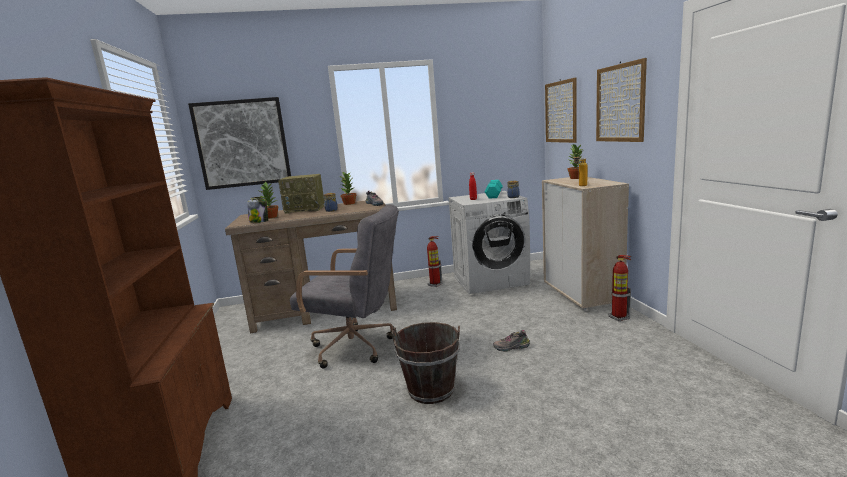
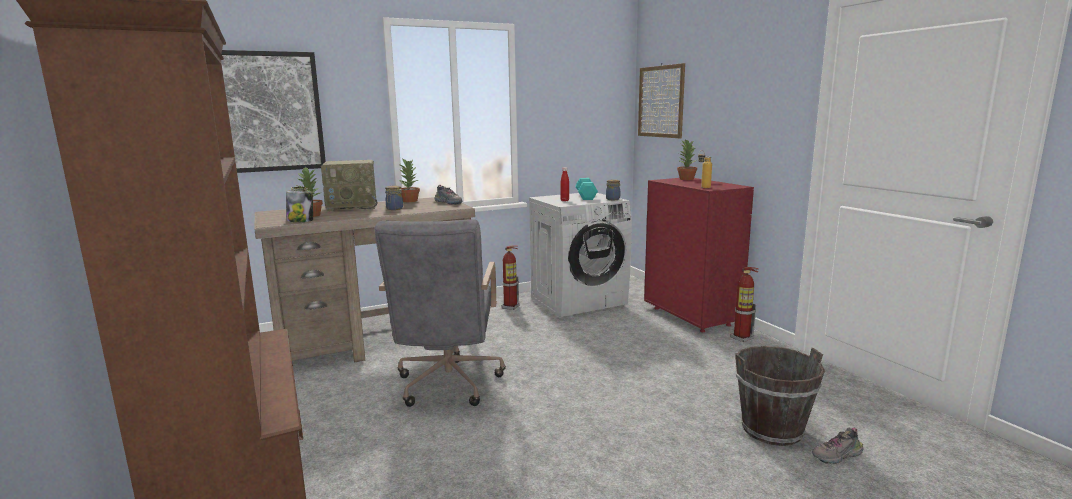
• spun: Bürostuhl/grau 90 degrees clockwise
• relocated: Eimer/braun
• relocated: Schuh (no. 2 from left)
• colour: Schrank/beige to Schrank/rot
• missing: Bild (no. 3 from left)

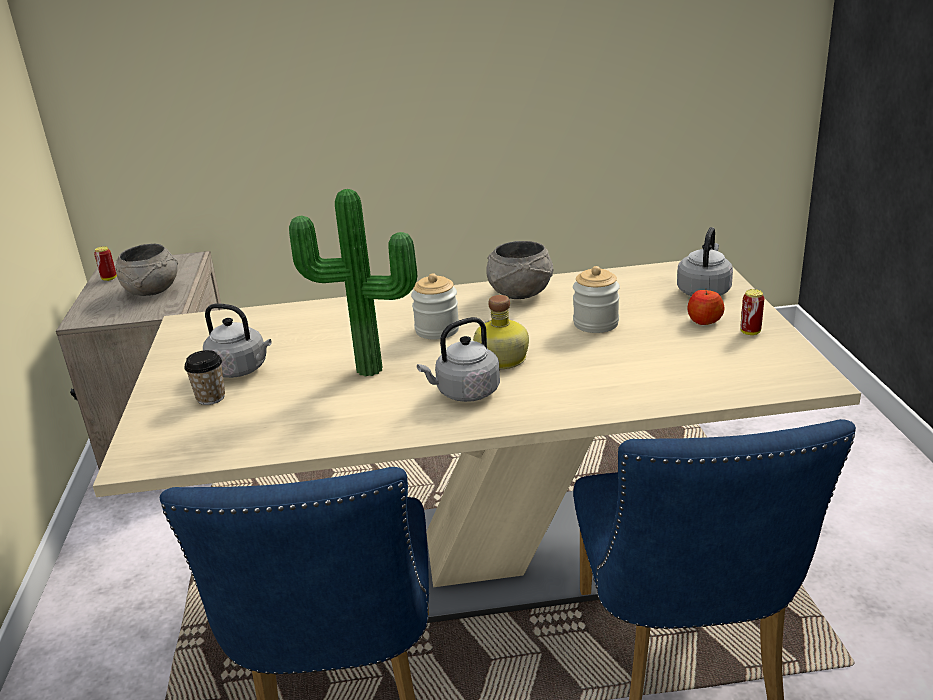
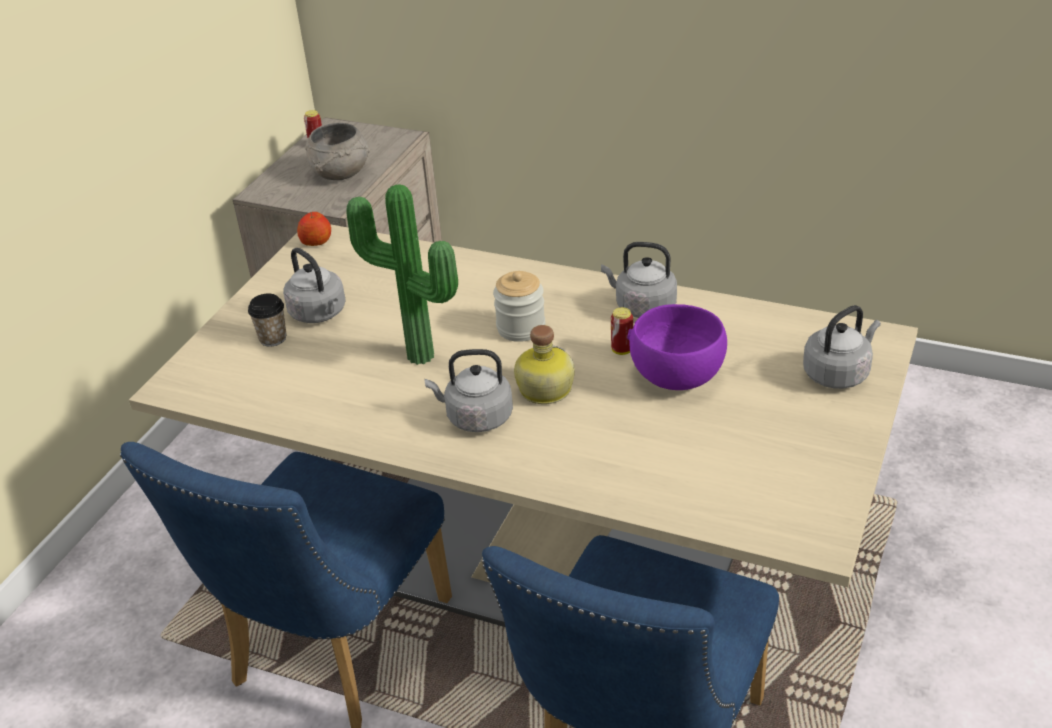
• exchanged: Schüssel/grau (no. 2 from left) to Wasserkessel/grau (no. 3 from left)
• exchanged: Vorratsglas (no. 2 from left) to Schüssel/lila
• relocated: Apfel
• relocated: Dose (no. 2 from left)

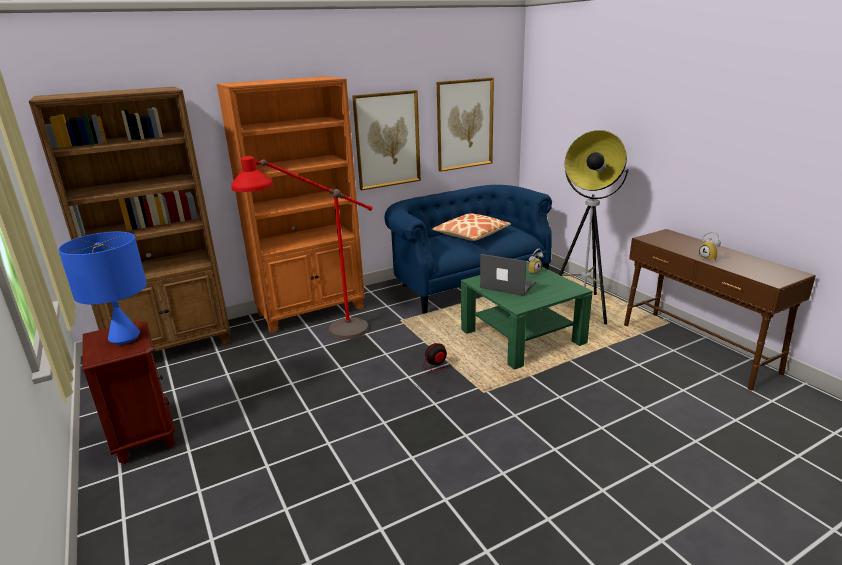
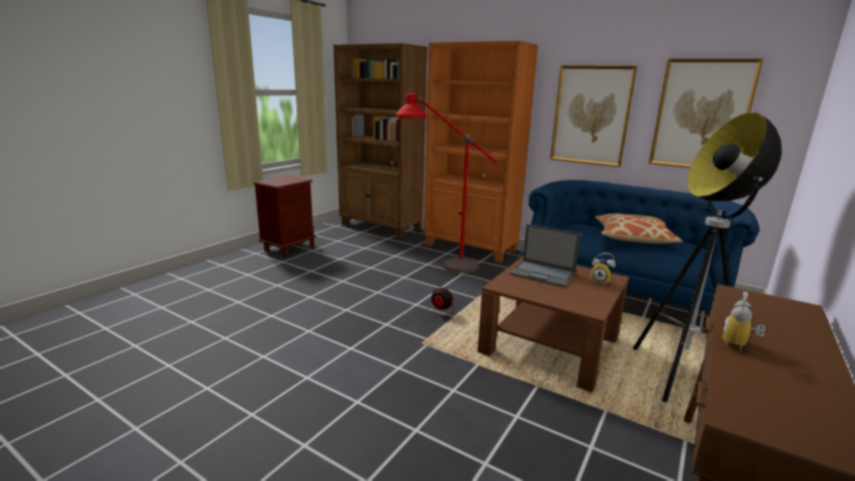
• missing: Tischlampe/blau
• colour: Couchtisch/grün to Couchtisch/braun
• spun: Laptop 120 degrees clockwise

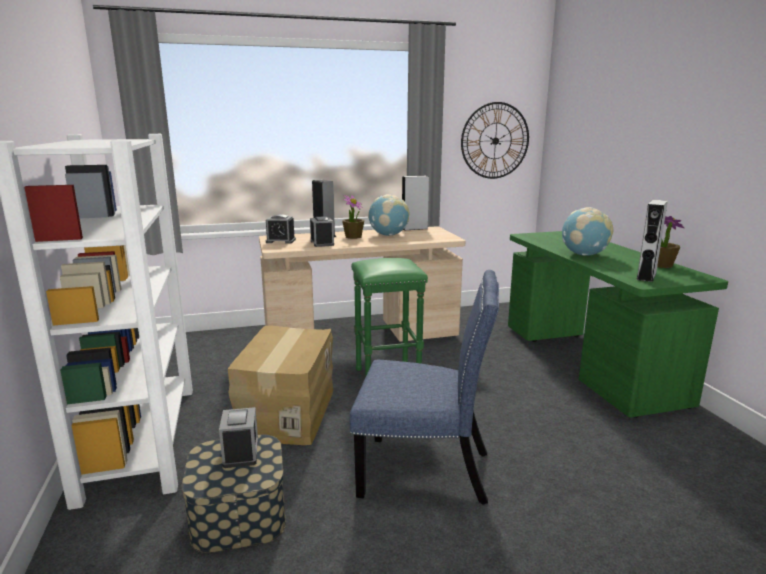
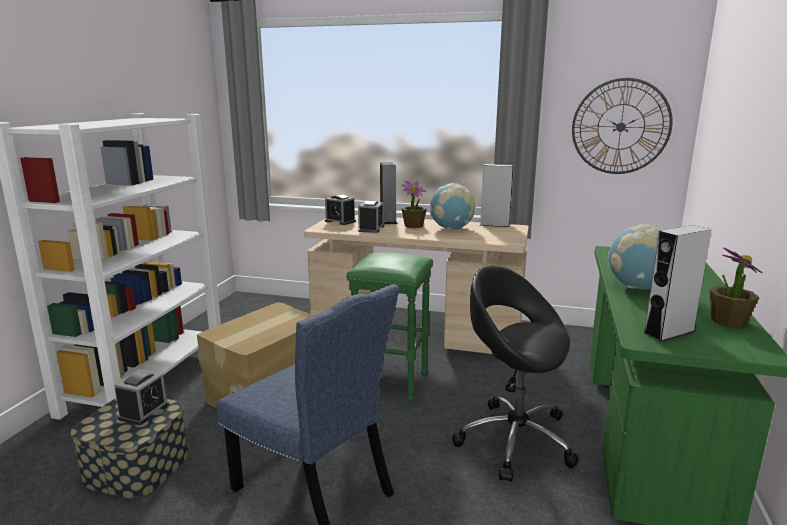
• appeared: Bürostuhl/schwarz

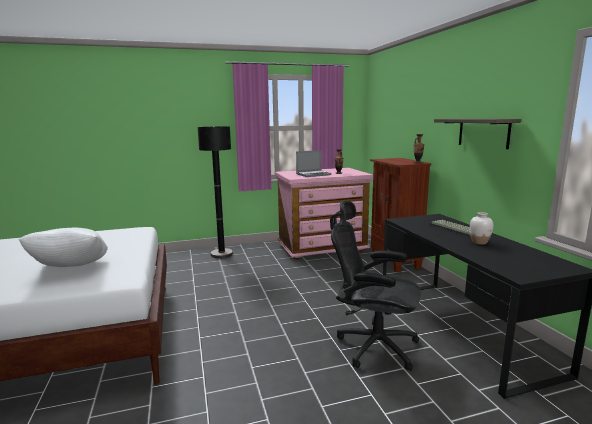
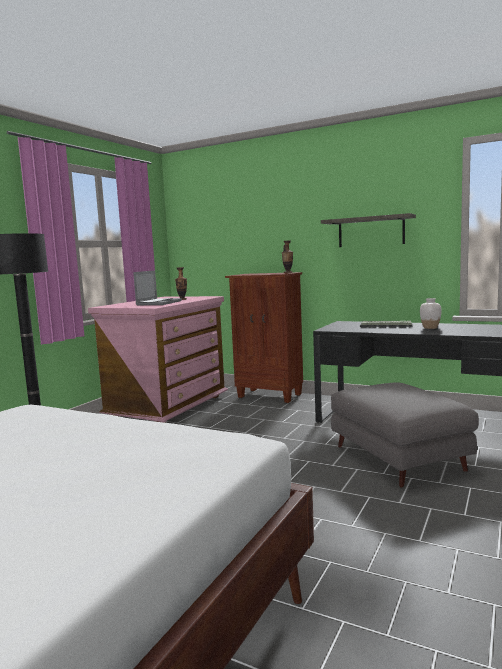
• missing: Kissen/weiß
• exchanged: Bürostuhl to Polsterhocker/grau

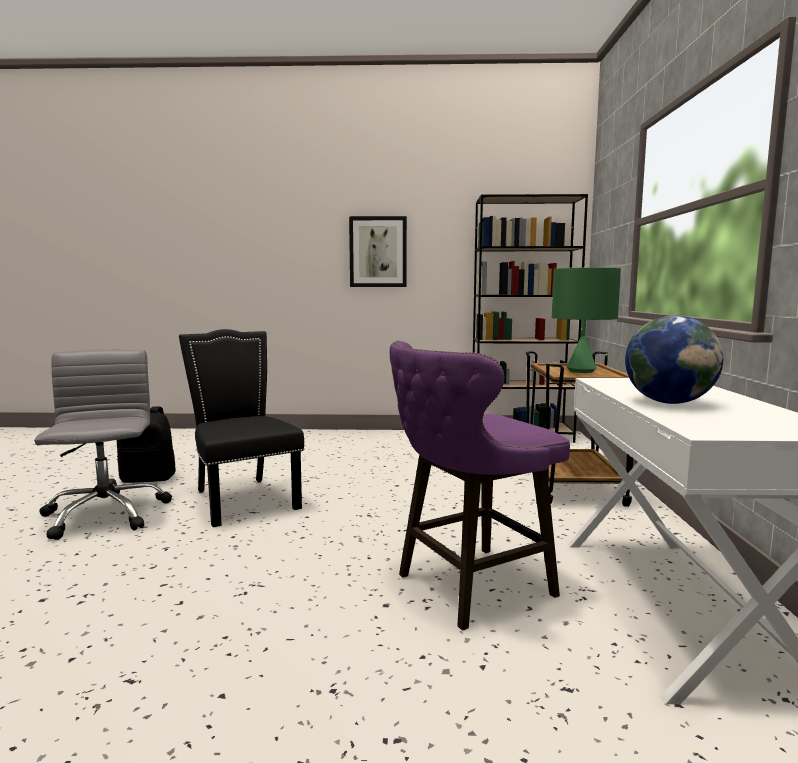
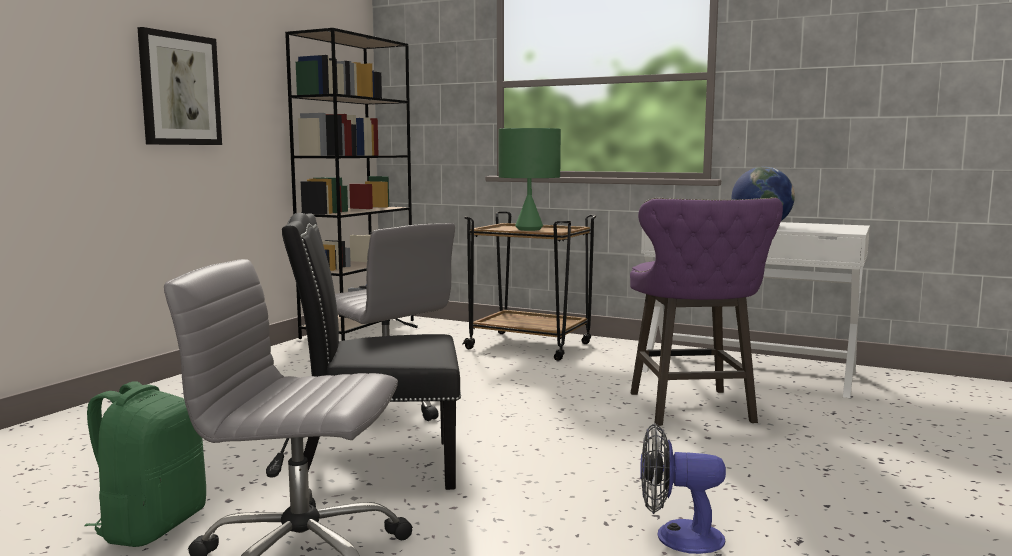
• colour: Rucksack/schwarz to Rucksack/grün
• appeared: Bürostuhl/grau (no. 2 from left)
• appeared: Ventilator

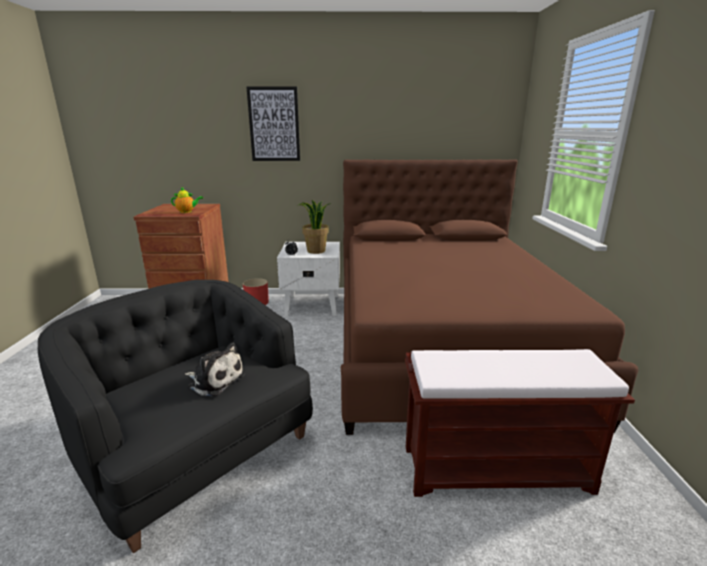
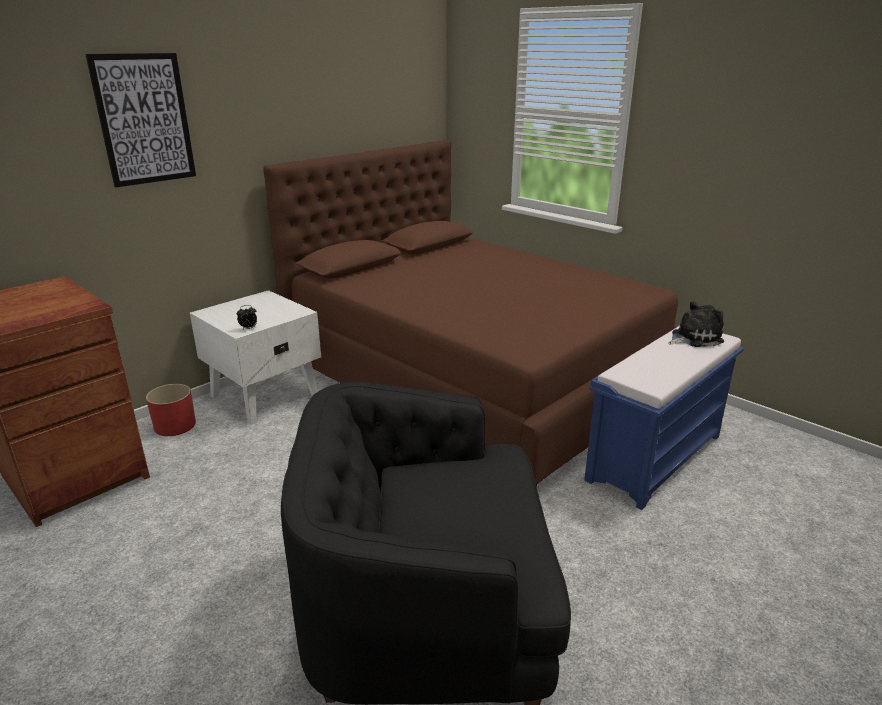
• missing: Teekanne
• relocated: Plüschtier
• missing: Topfpflanze
• colour: Bank/braun to Bank/blau

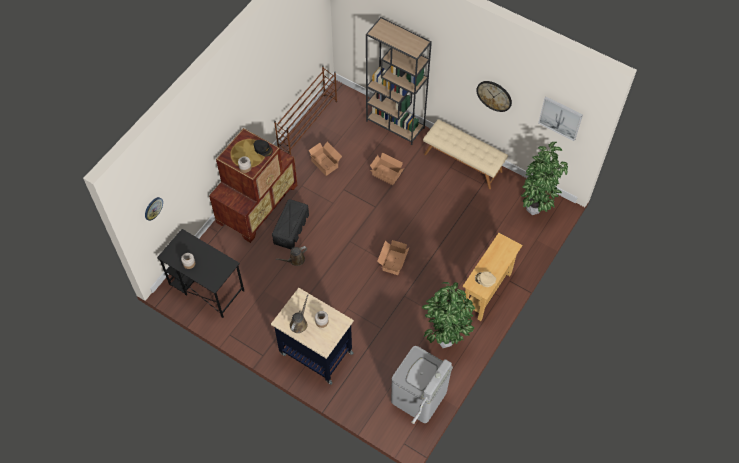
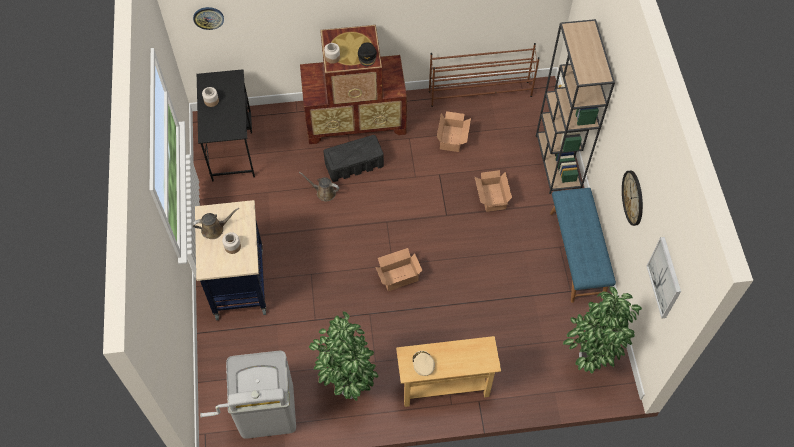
• colour: Bank/beige to Bank/blau

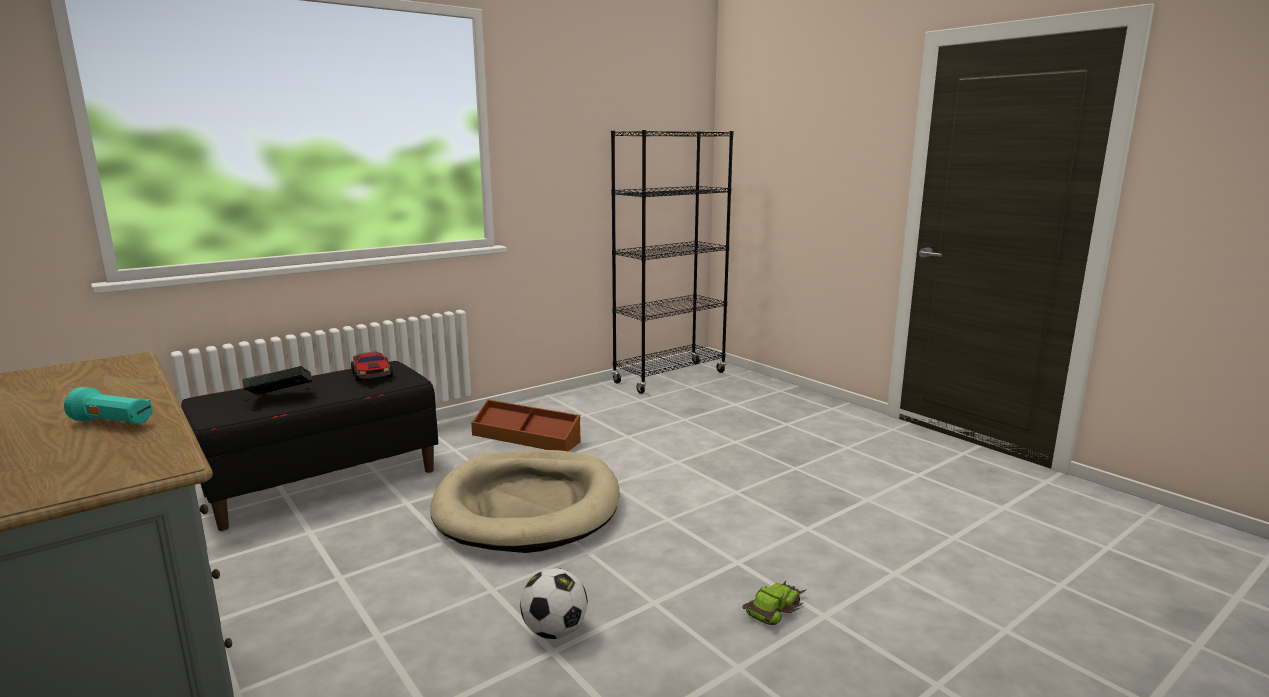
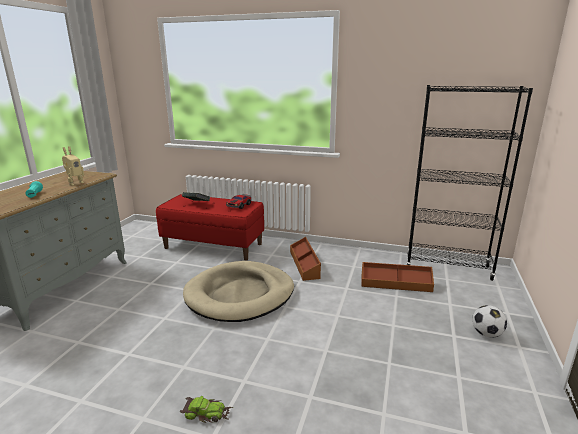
• colour: Bank/schwarz to Bank/rot
• relocated: Fußball
• appeared: Spielzeugroboter
• appeared: Aufbewahrungsbox/braun (no. 2 from left)

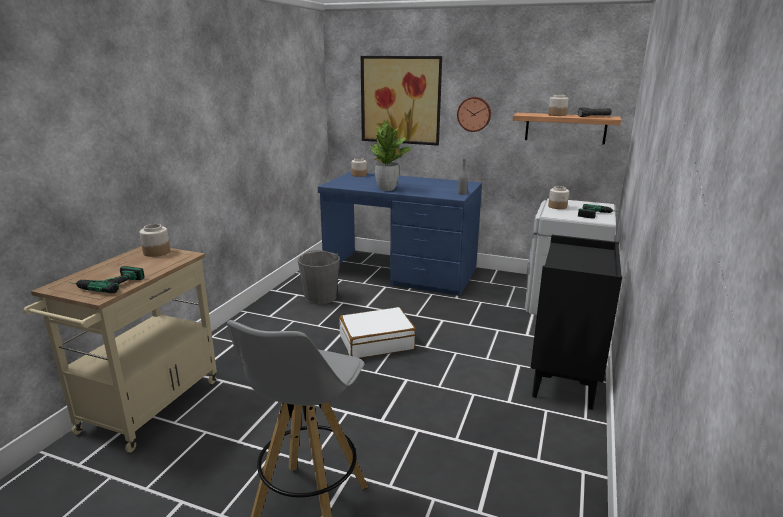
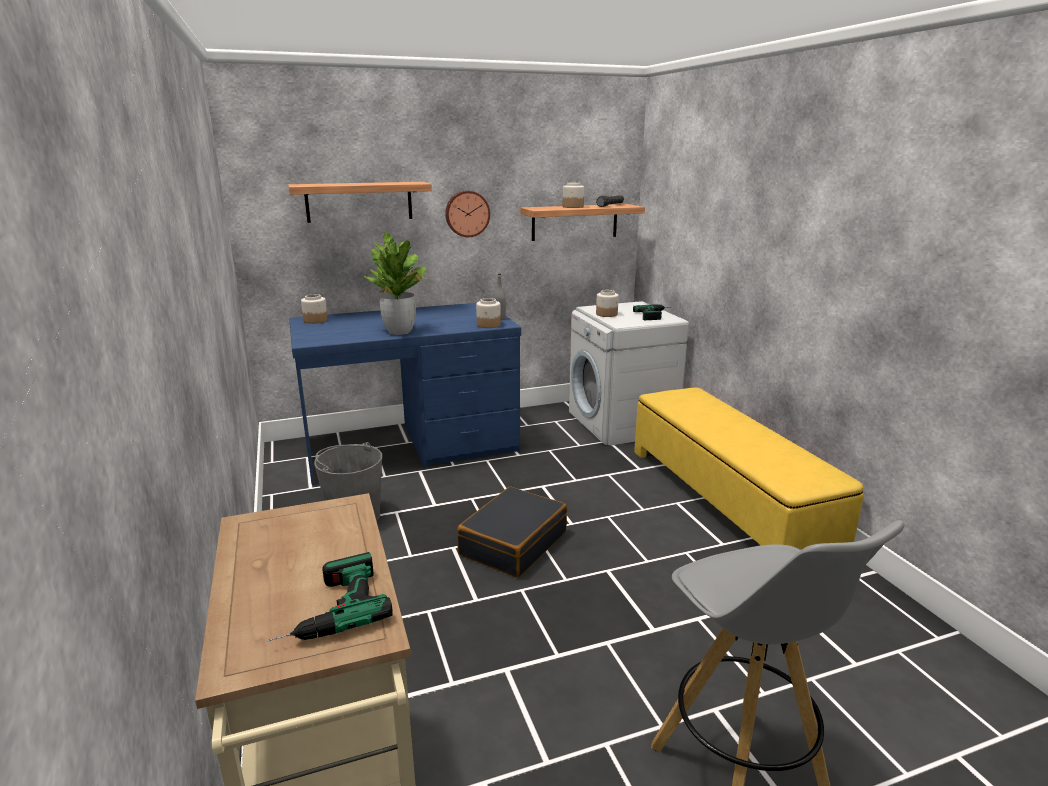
• relocated: Vorratsglas (no. 1 from left in the first image) to Vorratsglas (no. 2 from left)
• colour: Koffer/weiß to Koffer/schwarz
• exchanged: Bild to Wandregal (no. 1 from left)
• exchanged: Schrank/schwarz to Bank/gelb

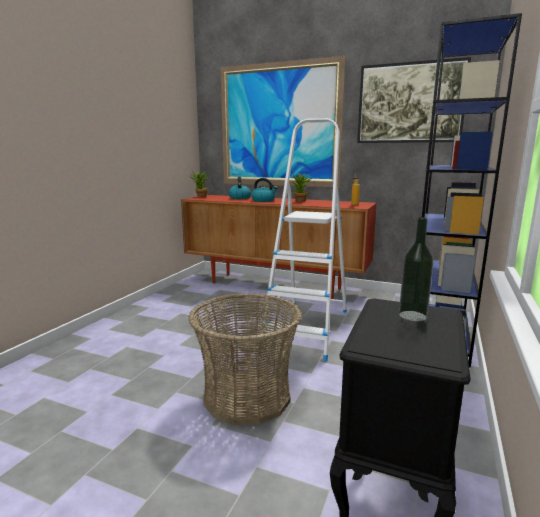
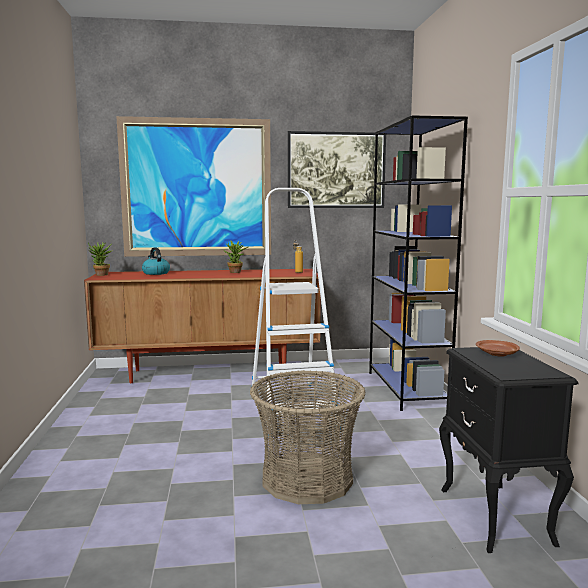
• missing: Wasserkessel (no. 2 from left)
• exchanged: Flasche (no. 2 from left) to Teller/braun

